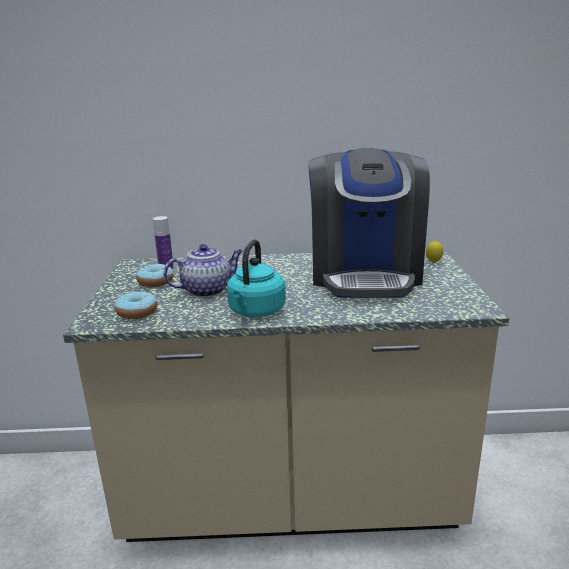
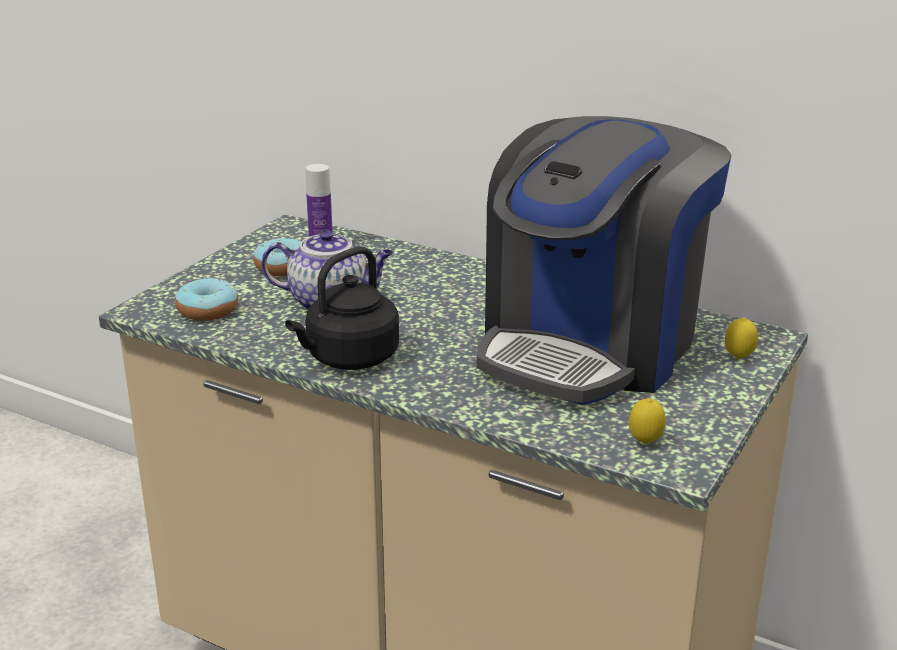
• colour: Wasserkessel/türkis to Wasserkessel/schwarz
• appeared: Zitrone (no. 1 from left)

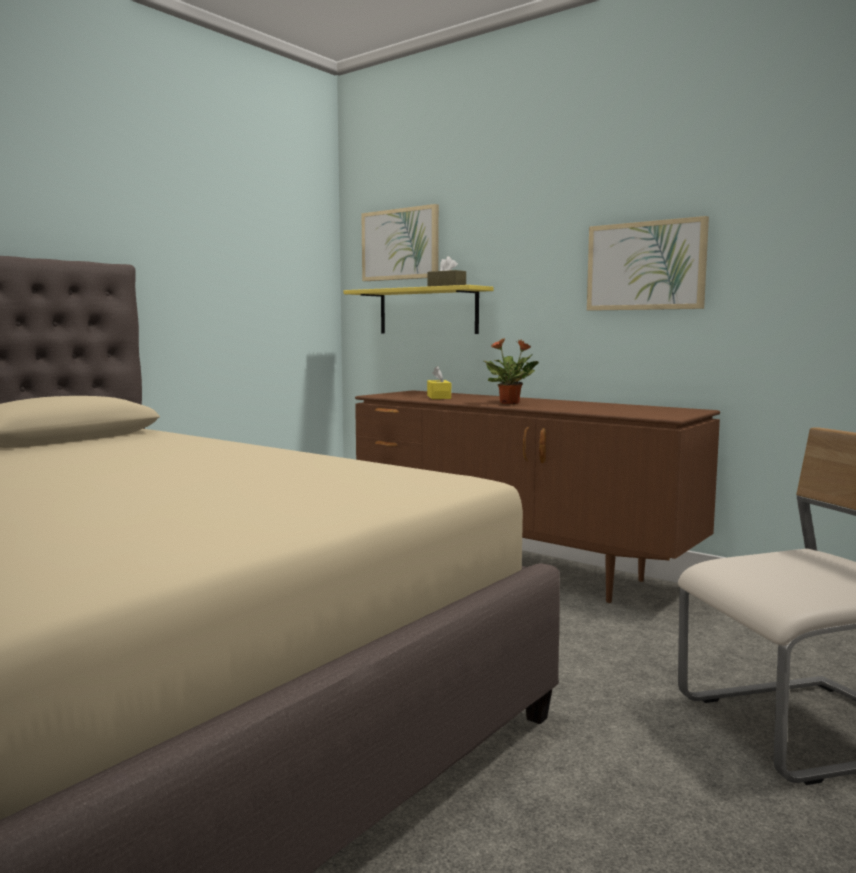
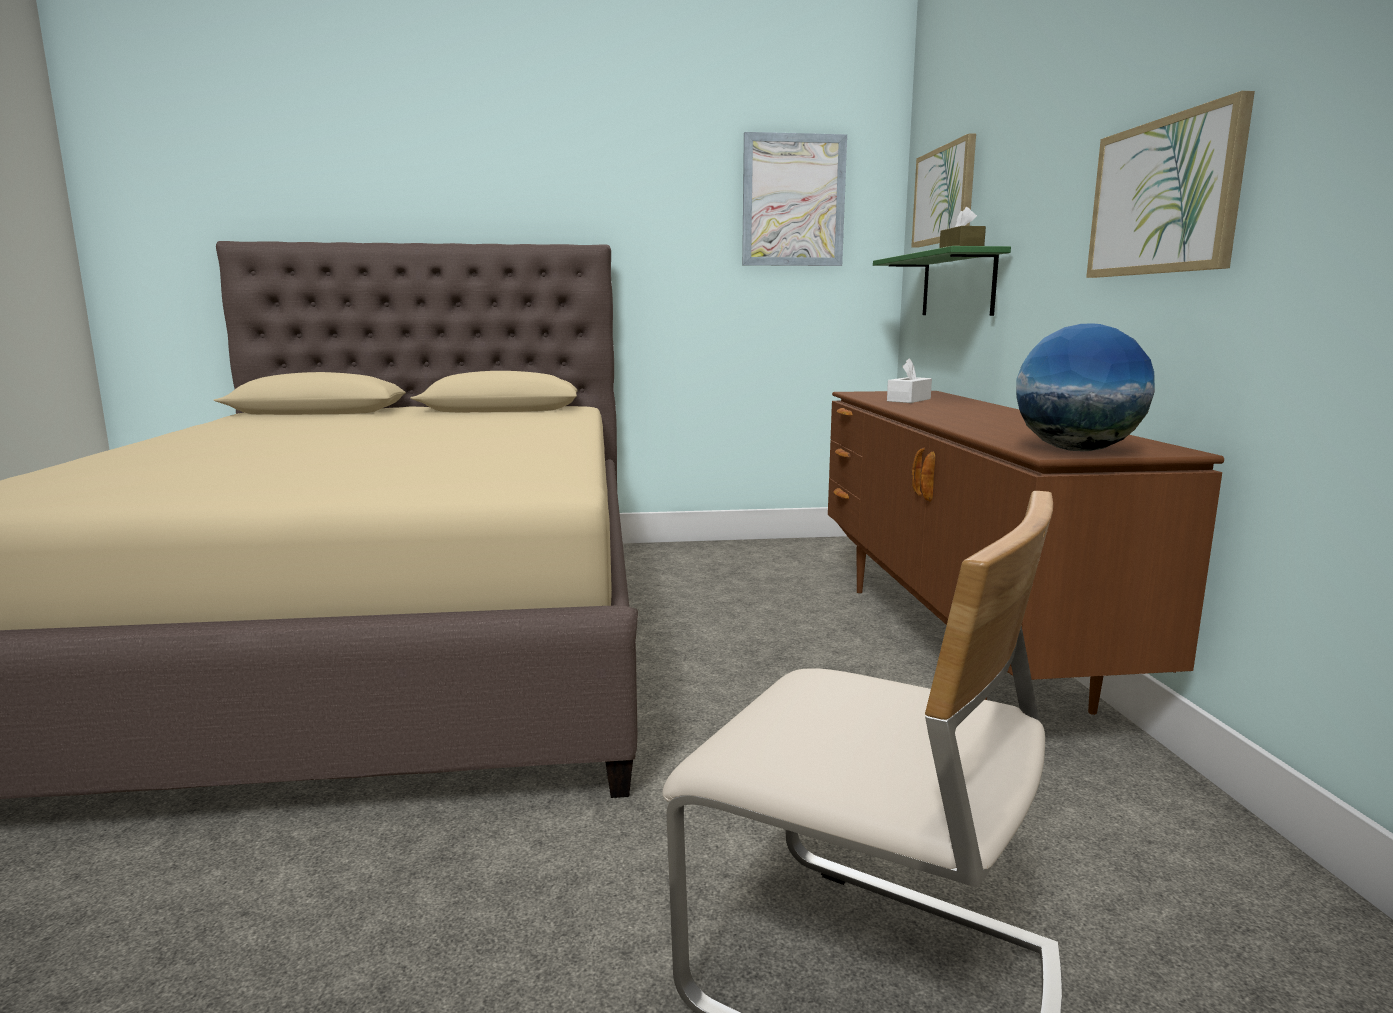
• colour: Wandregal/gelb to Wandregal/grün
• colour: Taschentuchbox/gelb to Taschentuchbox/weiß
• missing: Topfpflanze
• appeared: Bild (no. 1 from left)
• appeared: Globus

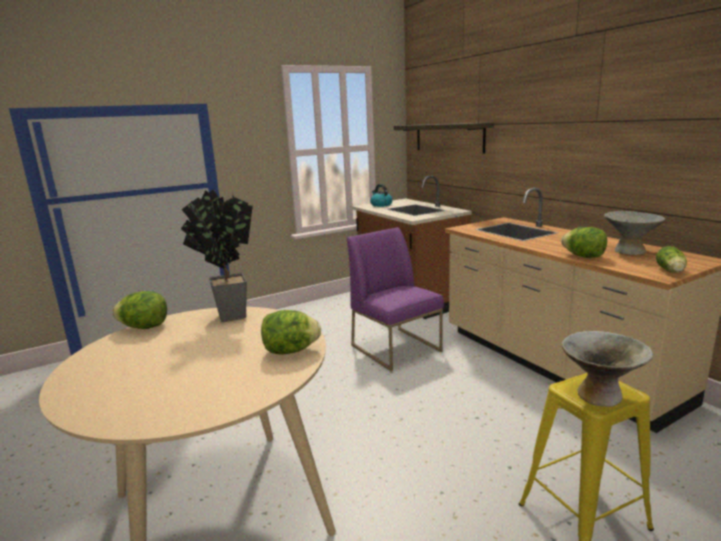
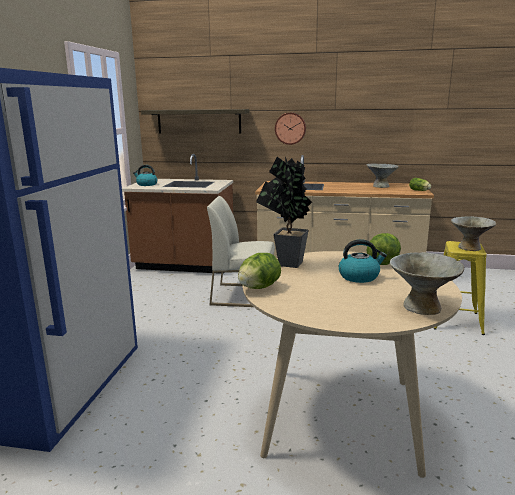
• colour: Stuhl/lila to Stuhl/weiß
• missing: Salatkopf (no. 3 from left)
• appeared: Wanduhr
• appeared: Wasserkessel (no. 2 from left)
• appeared: Schüssel/grau (no. 2 from left)

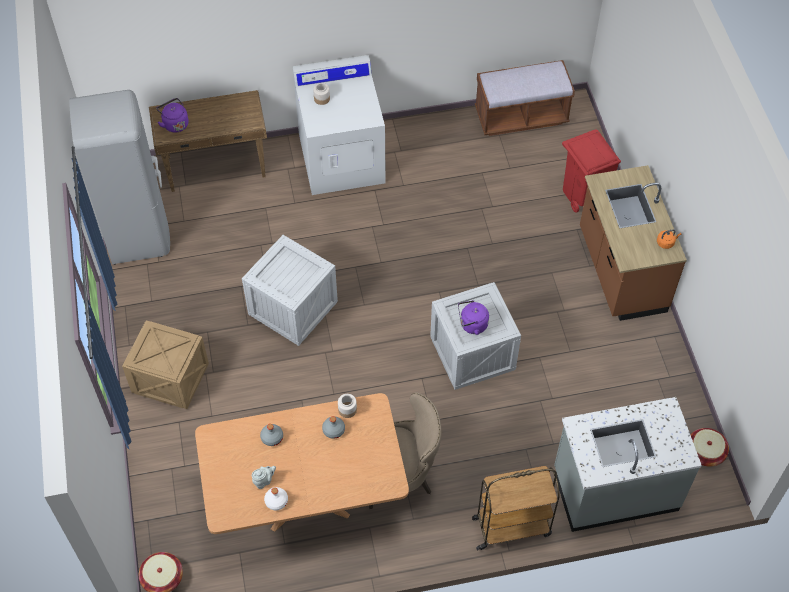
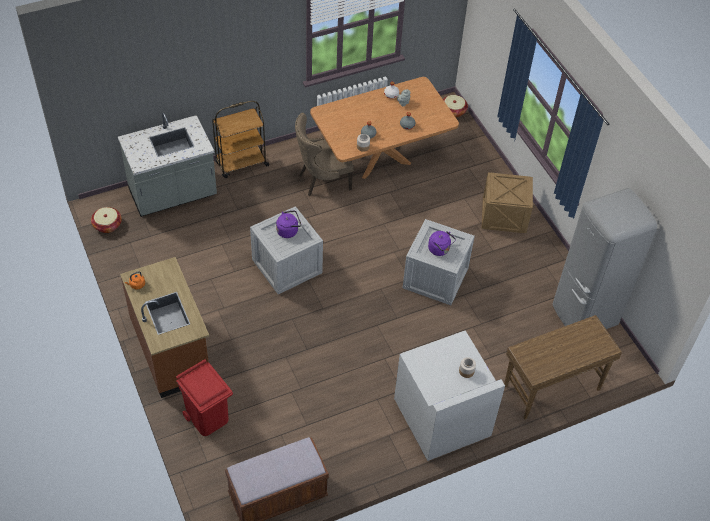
• relocated: Wasserkessel/lila (no. 1 from left in the first image) to Wasserkessel/lila (no. 2 from left)

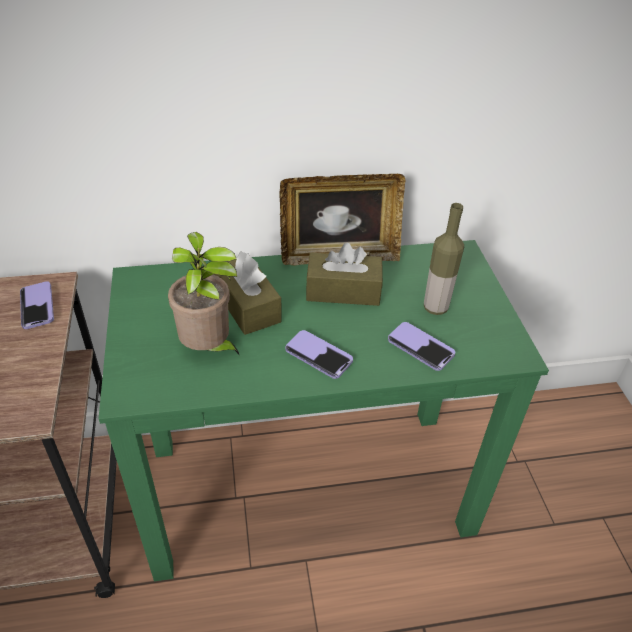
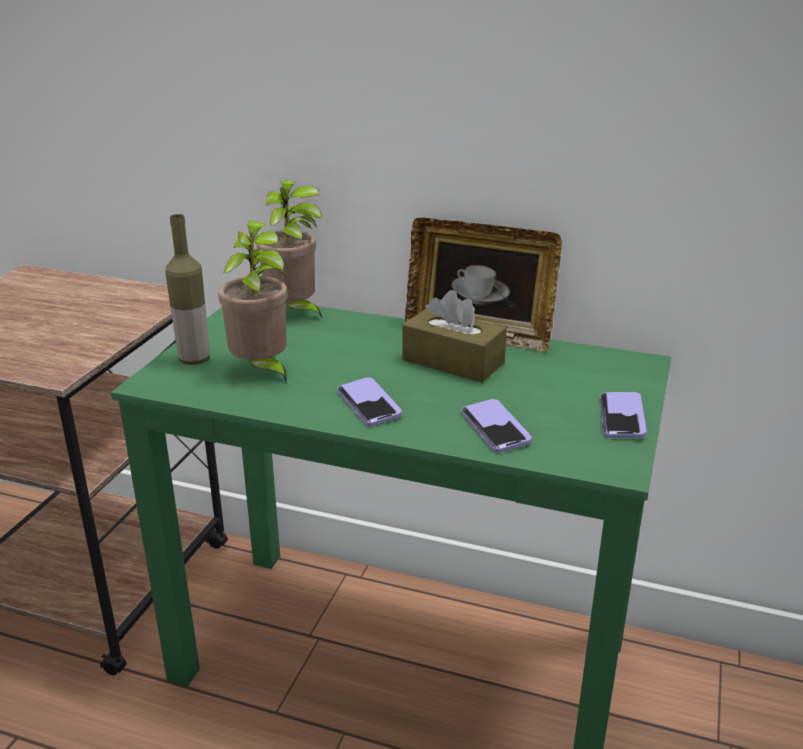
• relocated: Handy (no. 1 from left in the first image) to Handy (no. 3 from left)
• missing: Taschentuchbox/braun (no. 1 from left)
• relocated: Flasche
• appeared: Topfpflanze (no. 2 from left)

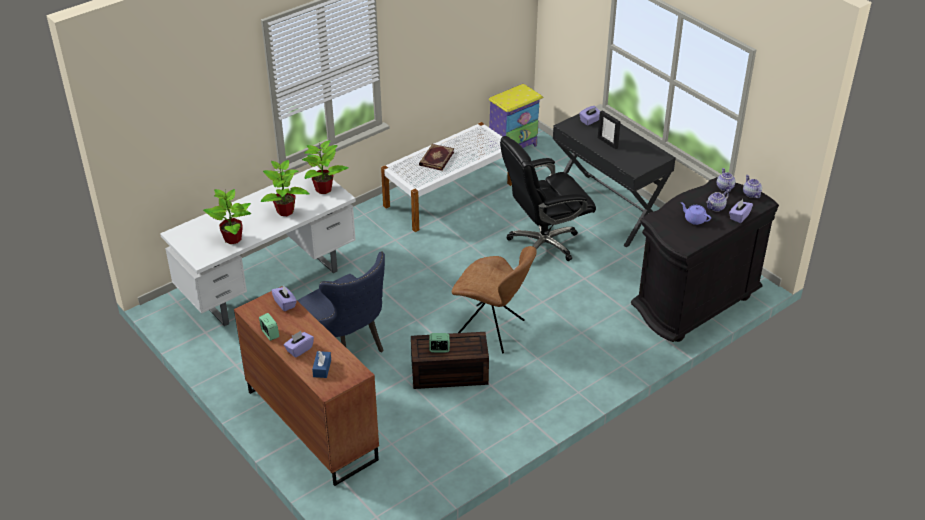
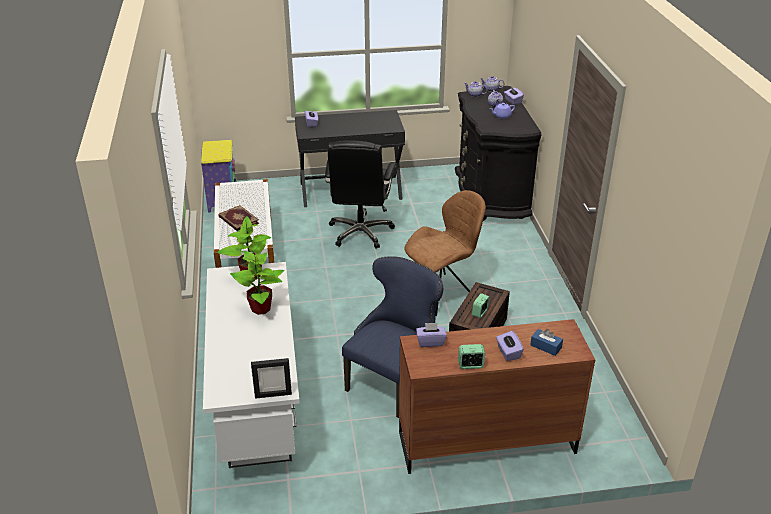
• missing: Topfpflanze (no. 1 from left)
• spun: Stuhl/blau 45 degrees counterclockwise
• relocated: Bilderrahmen

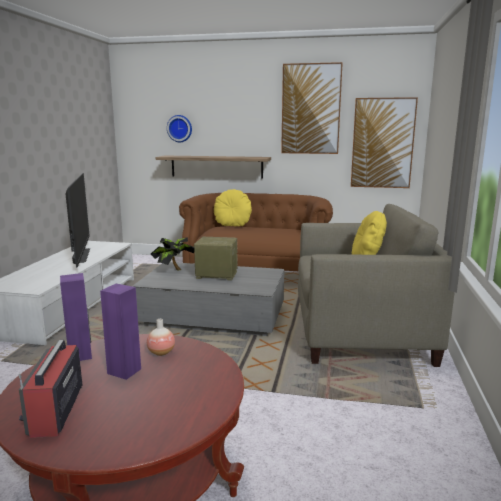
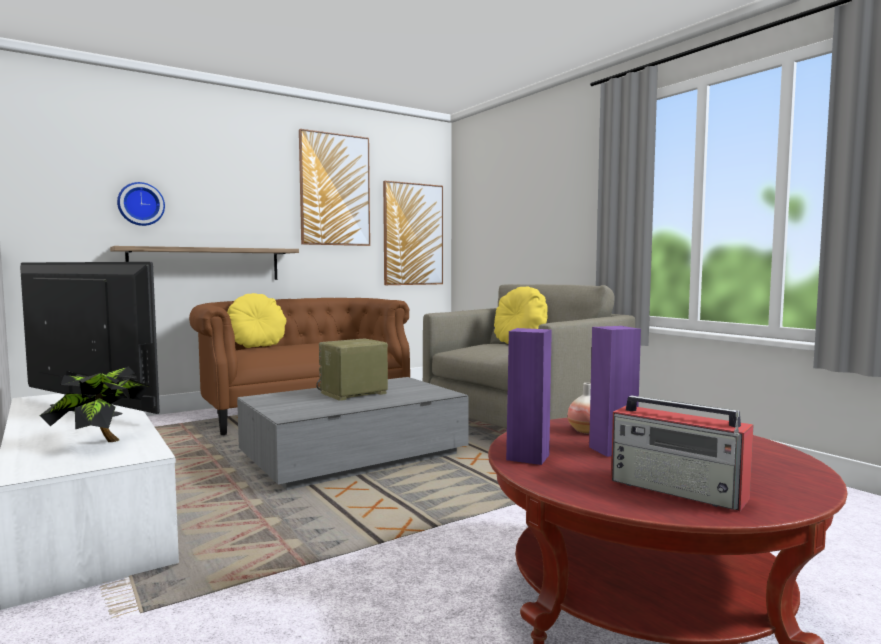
• relocated: Topfpflanze

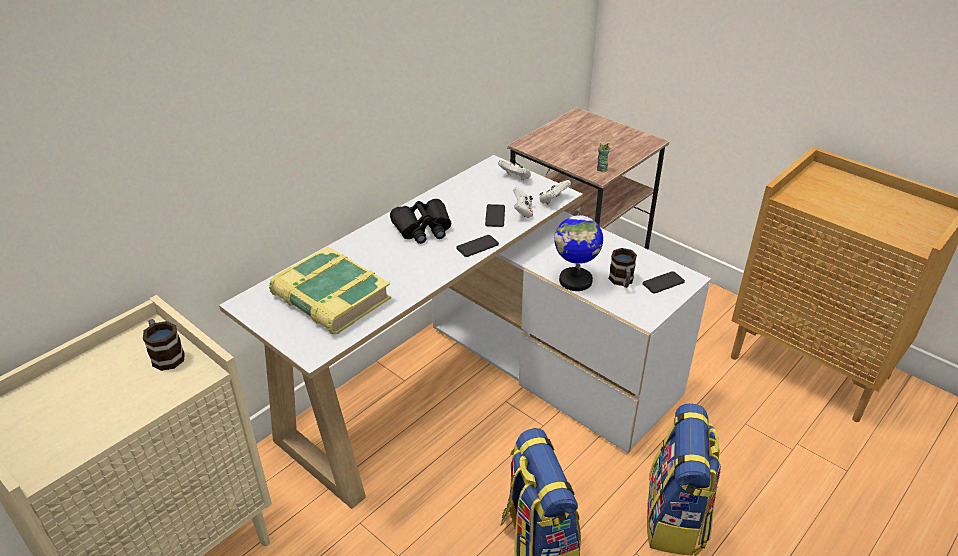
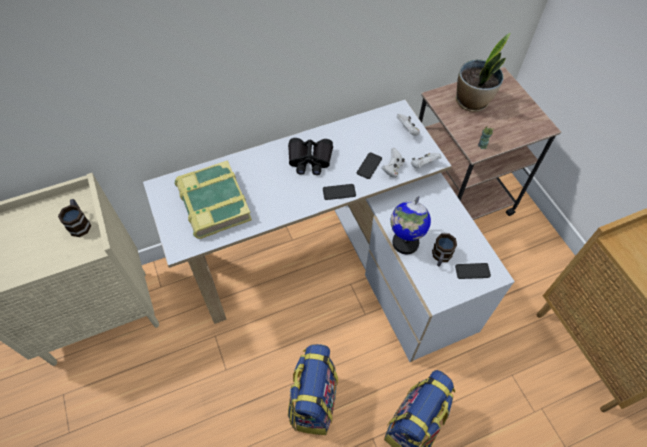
• appeared: Topfpflanze

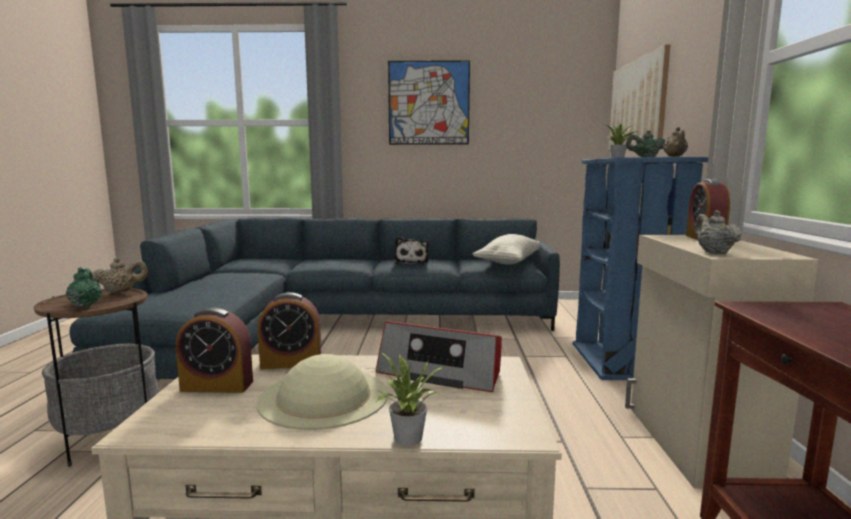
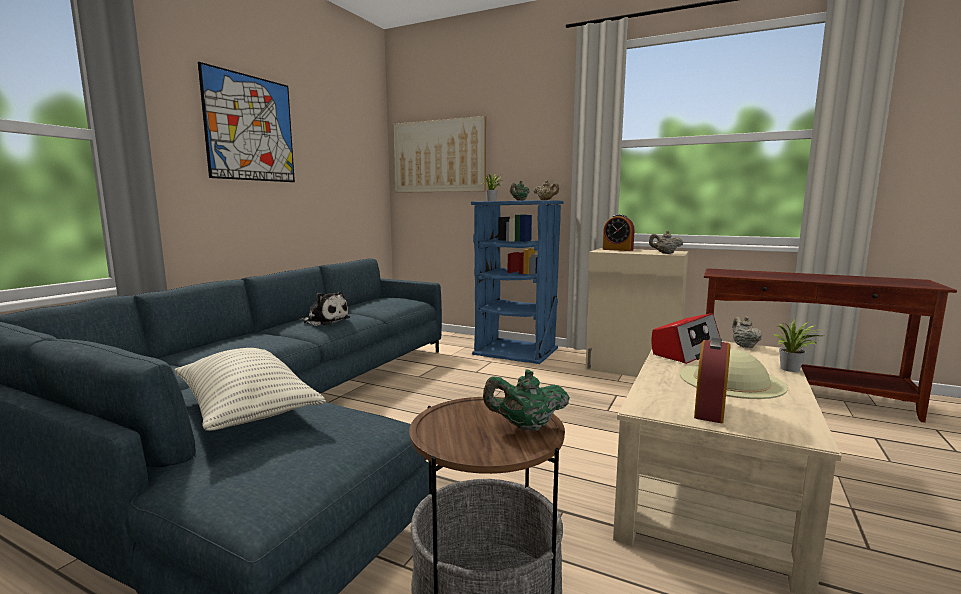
• relocated: Teekanne/beige (no. 1 from left in the first image) to Teekanne/beige (no. 3 from left)
• missing: Wecker (no. 2 from left)
• relocated: Kissen

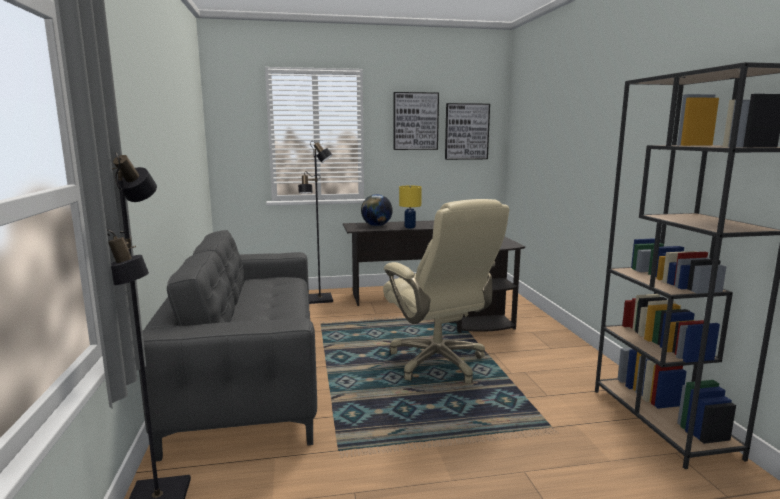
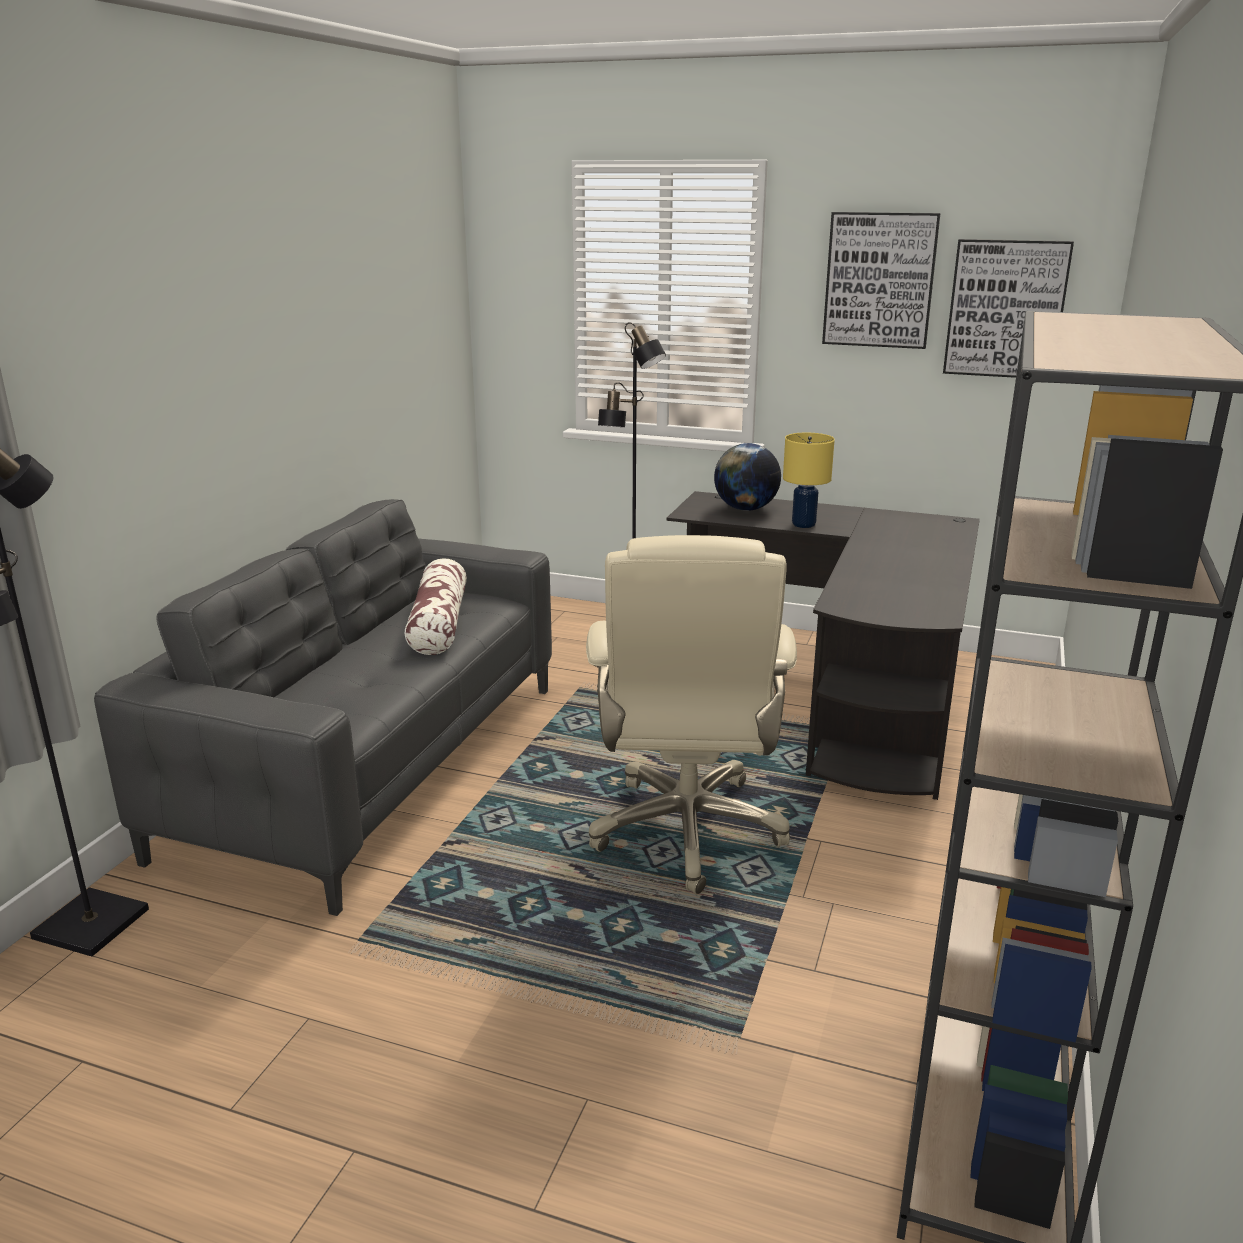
• appeared: Kissen

